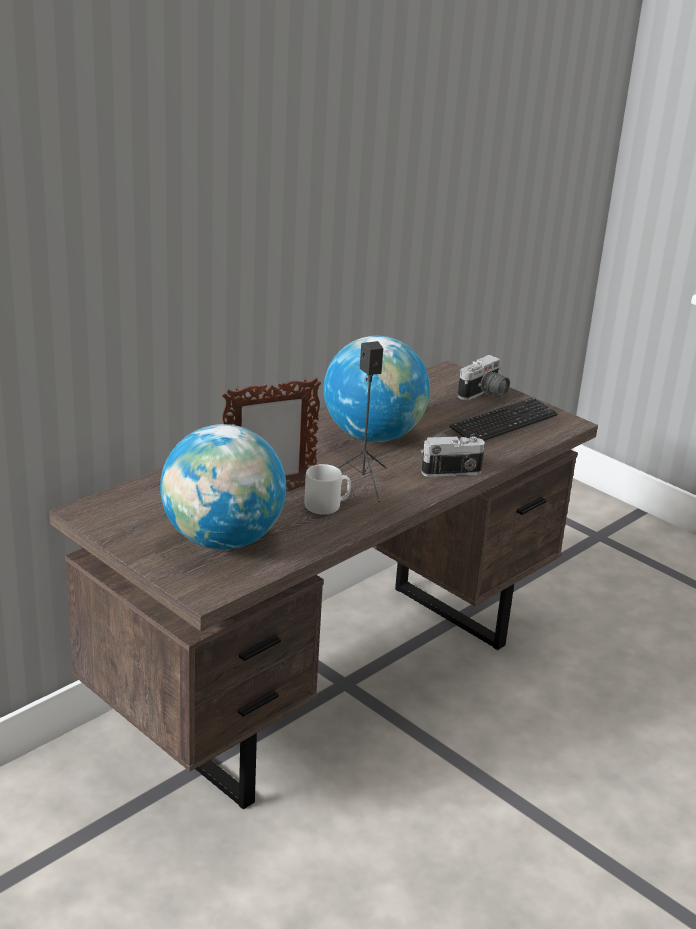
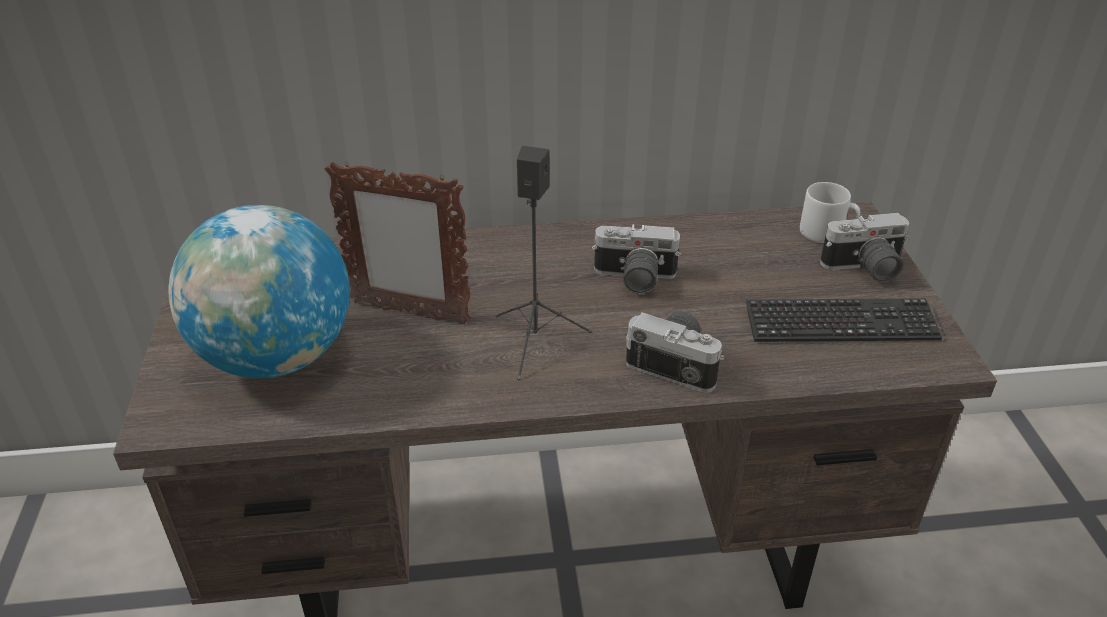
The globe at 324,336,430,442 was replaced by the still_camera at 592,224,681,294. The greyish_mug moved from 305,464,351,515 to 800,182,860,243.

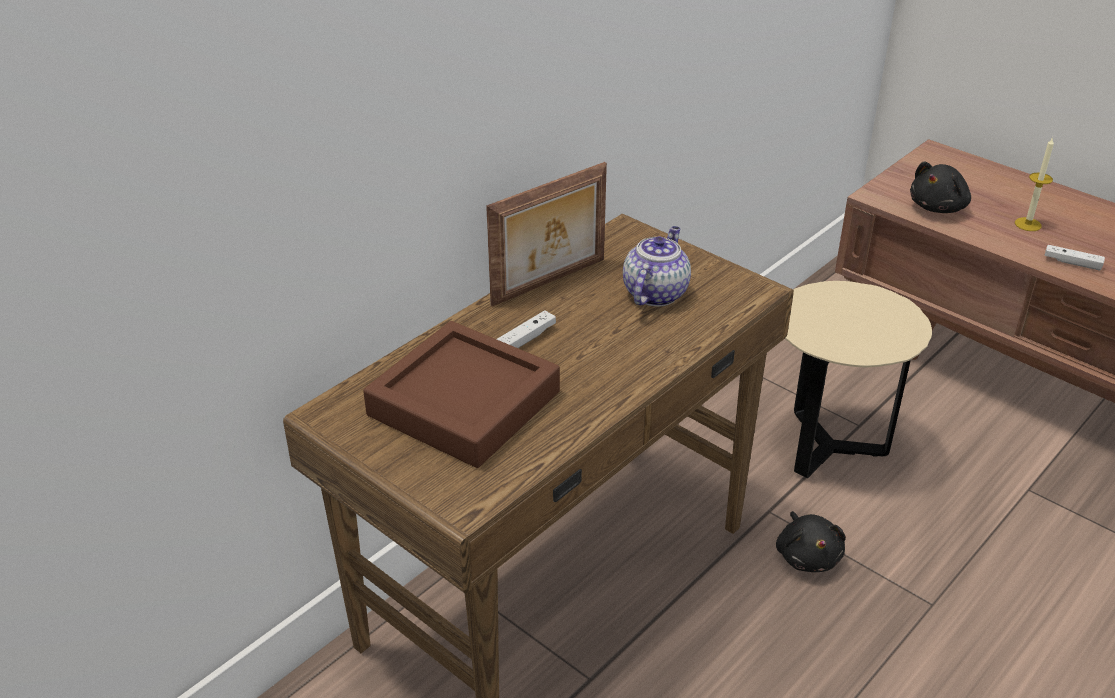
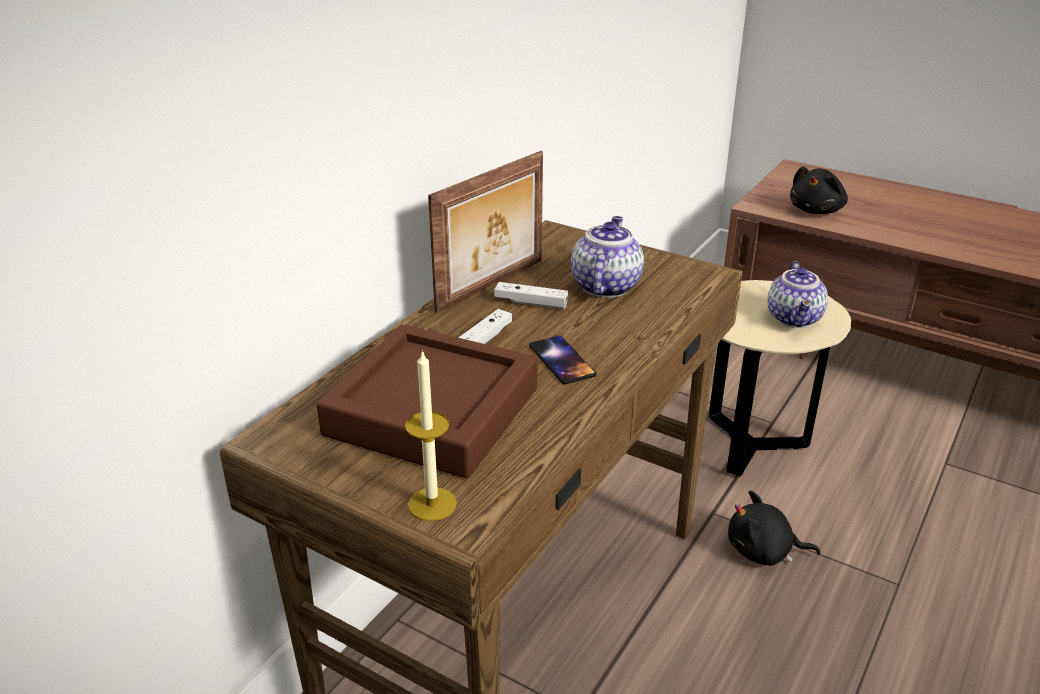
The candle moved from 1015,137,1054,231 to 405,350,457,521. The white_game_controller moved from 1045,245,1105,271 to 494,282,568,309. The telephone at 529,336,596,384 appeared. The black_plush_toy at 776,511,846,572 turned 120 degrees clockwise. The pot_for_tea at 768,261,828,328 appeared.

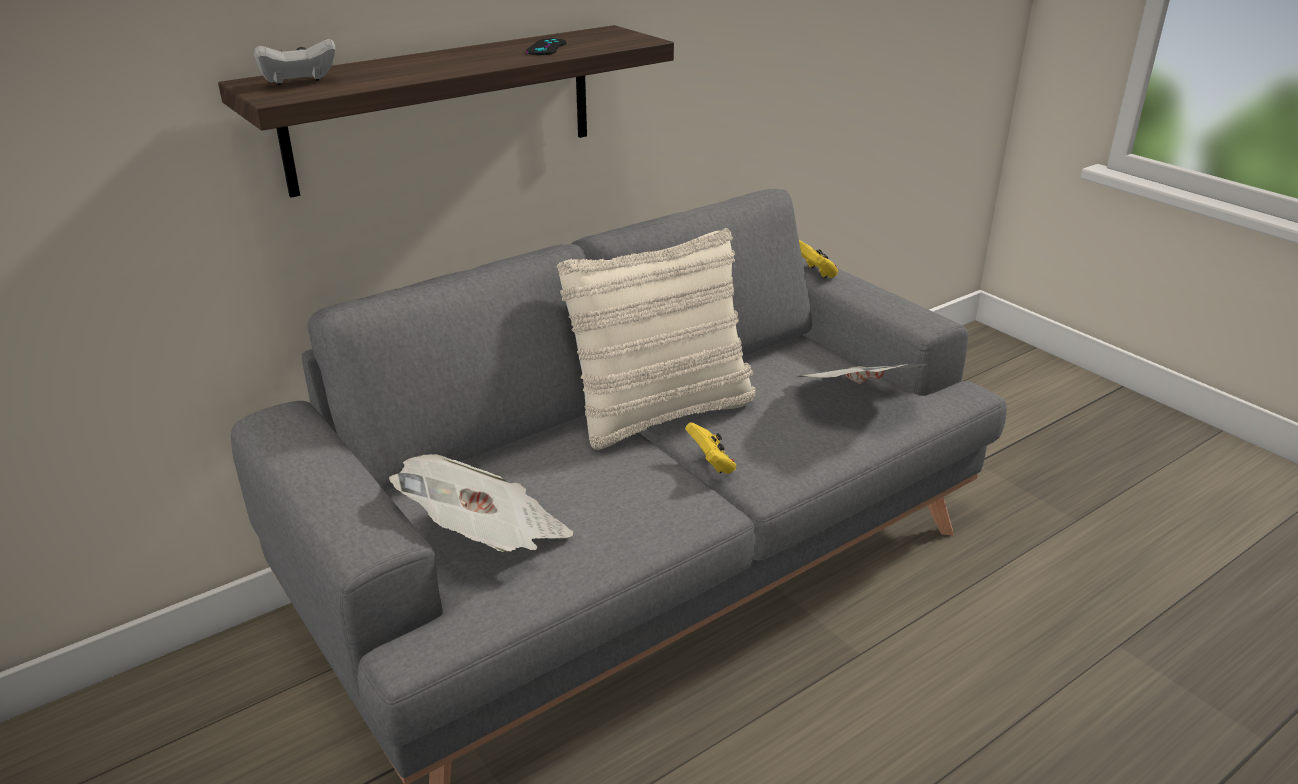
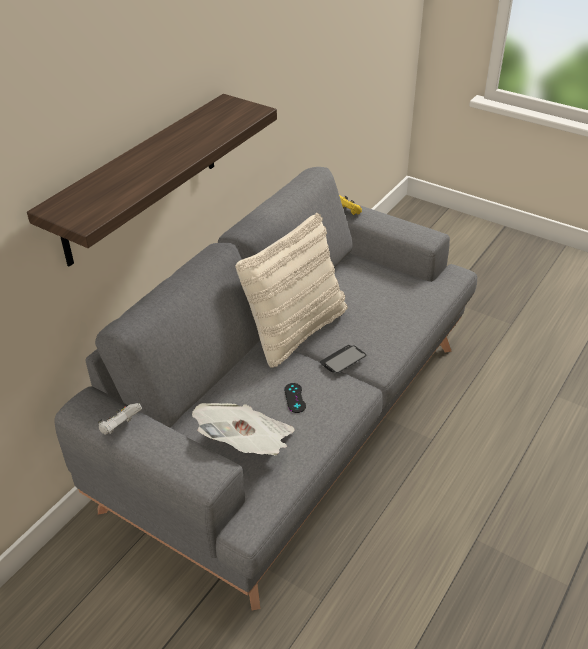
The white_game_controller moved from 254,39,336,85 to 98,403,142,435. The black_game_controller moved from 526,38,566,55 to 284,383,306,413. The yellow_game_controller at 685,422,736,474 was replaced by the telephone at 320,345,367,373. The newspaper at 796,364,926,384 disappeared.

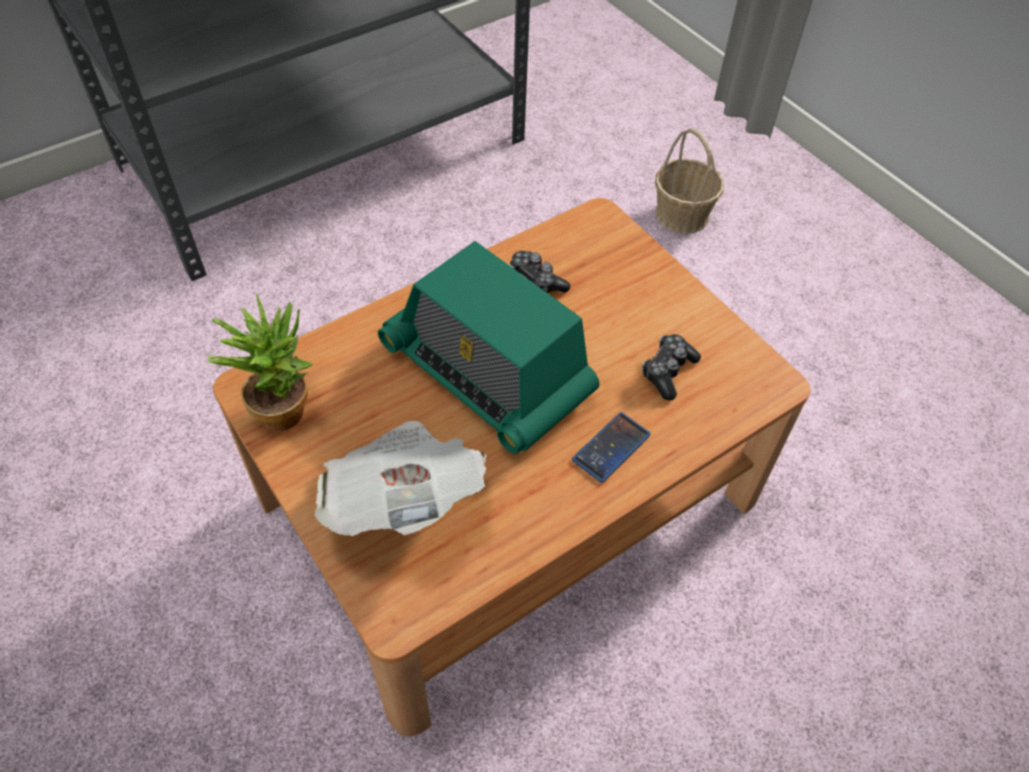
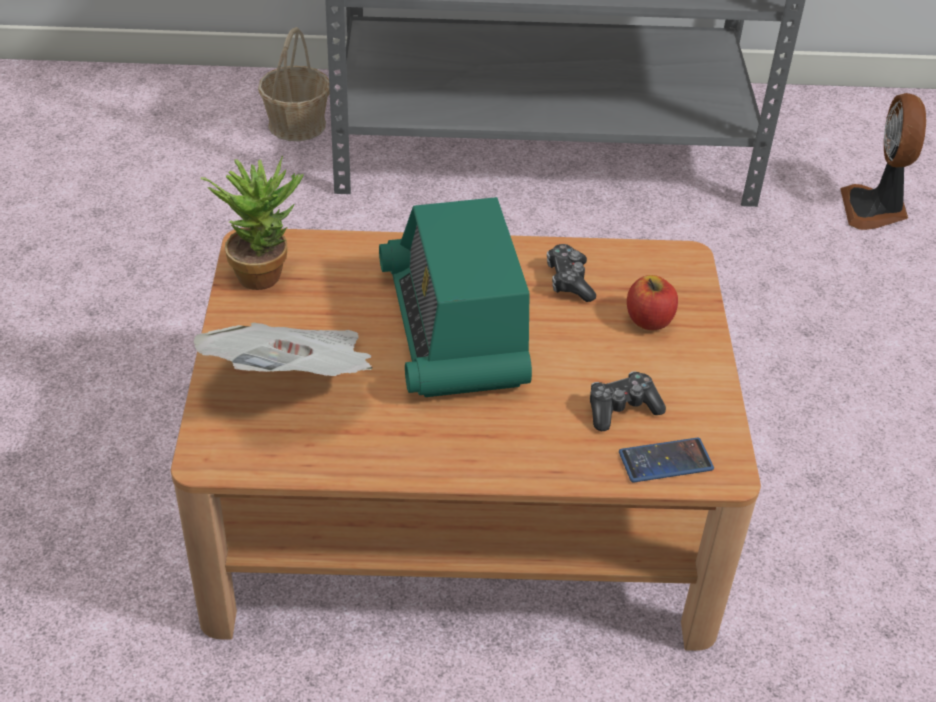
The basket moved from 655,128,724,234 to 258,27,330,141. The telephone moved from 572,412,651,483 to 619,438,714,483. The whole_apple at 627,275,678,330 appeared. The fan at 840,93,926,230 appeared.

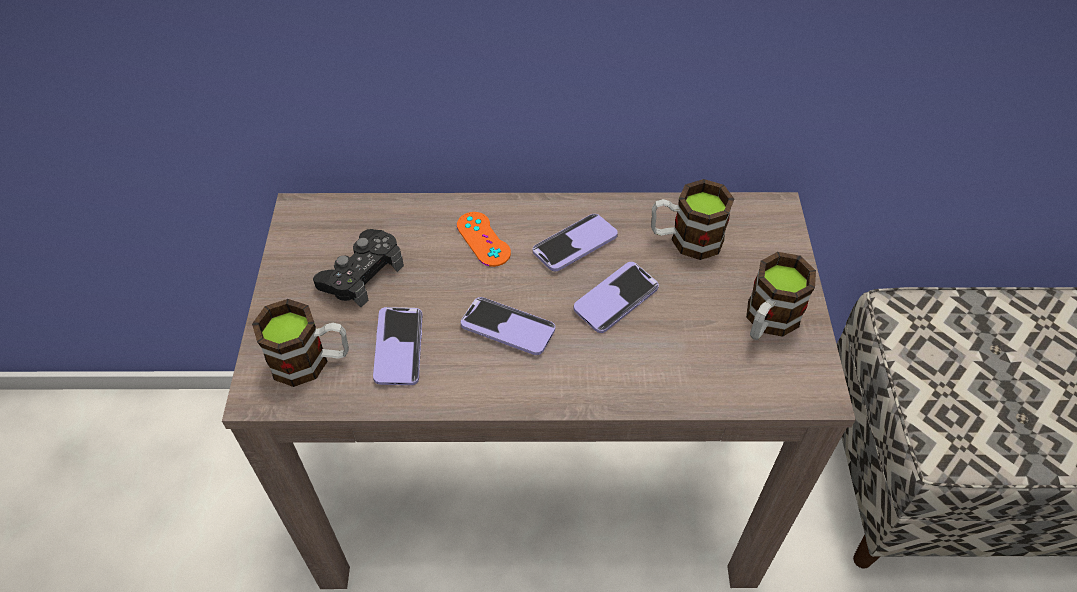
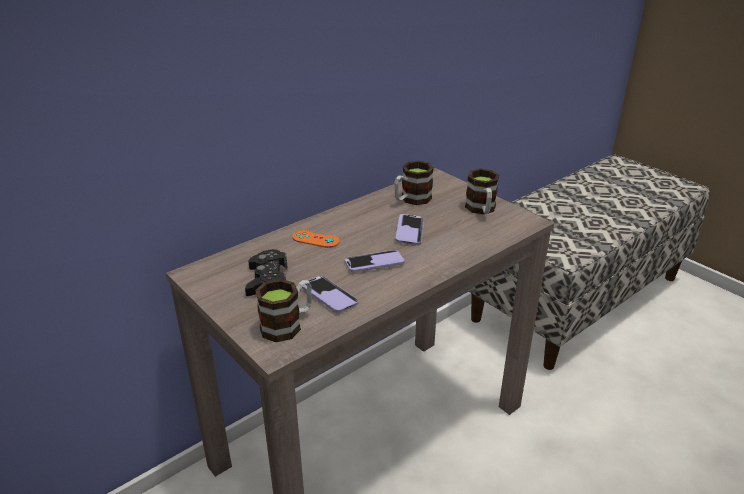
The telephone at 533,214,618,271 disappeared.

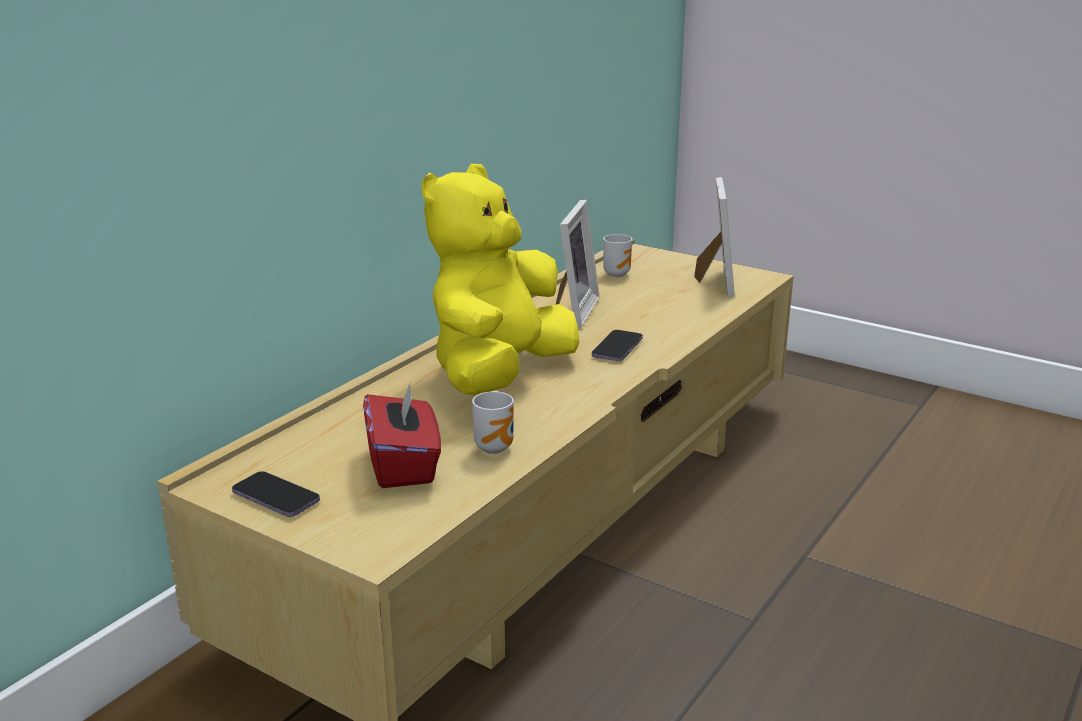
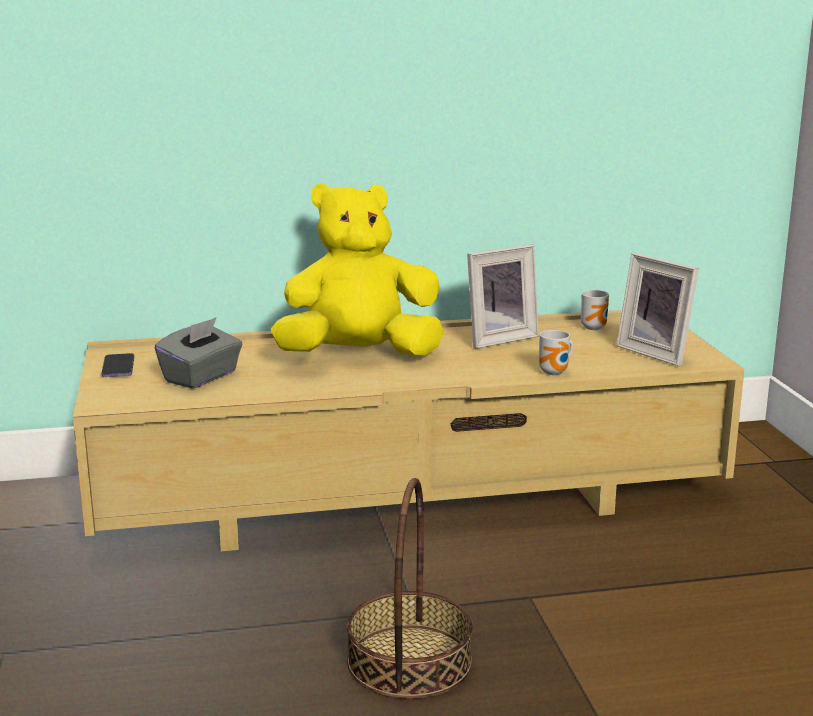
The reddish_tissue_holder at 363,380,441,488 became the greyish_tissue_holder at 155,317,242,389. The basket at 346,478,473,699 appeared. The mug moved from 472,391,514,454 to 539,330,574,375. The photo_frame at 694,177,734,296 turned 90 degrees clockwise. The telephone at 592,330,643,361 disappeared.

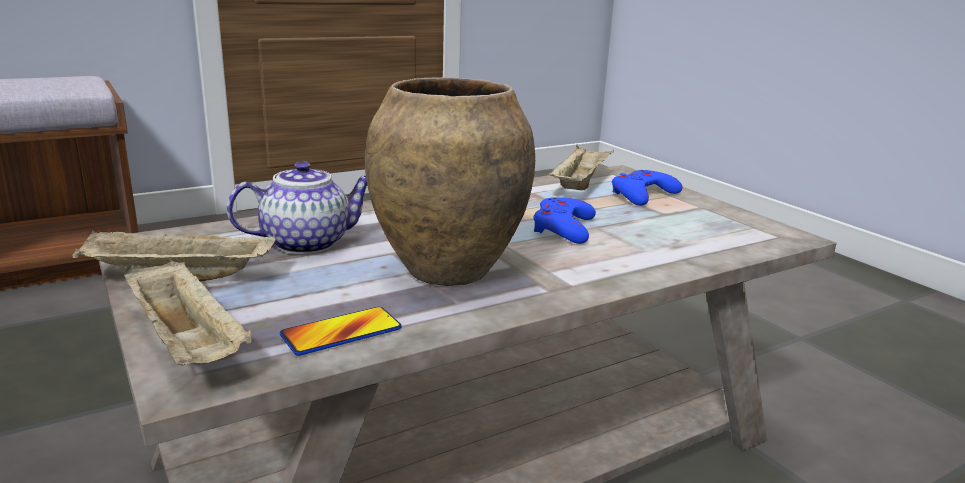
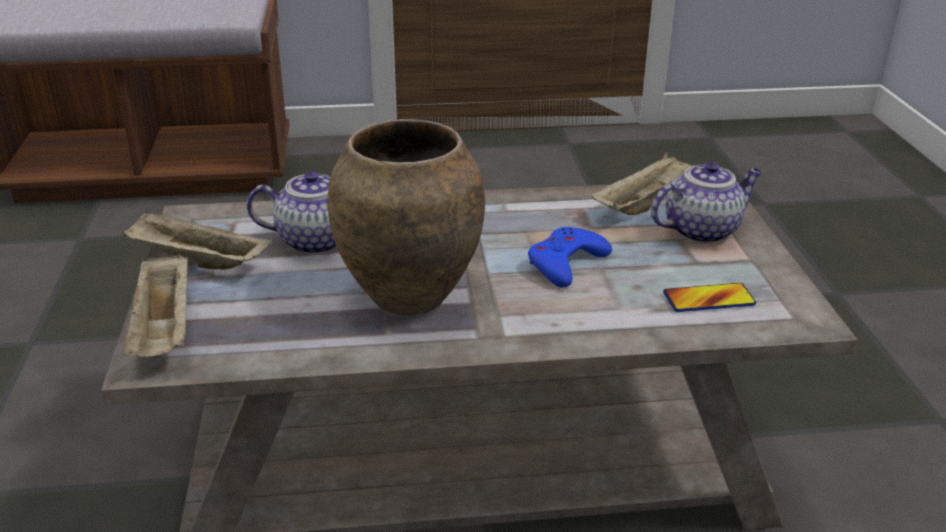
The blue-coloured_game_controller at 612,170,683,206 was replaced by the pot_for_tea at 651,162,762,243. The telephone moved from 280,307,401,356 to 663,283,756,312.

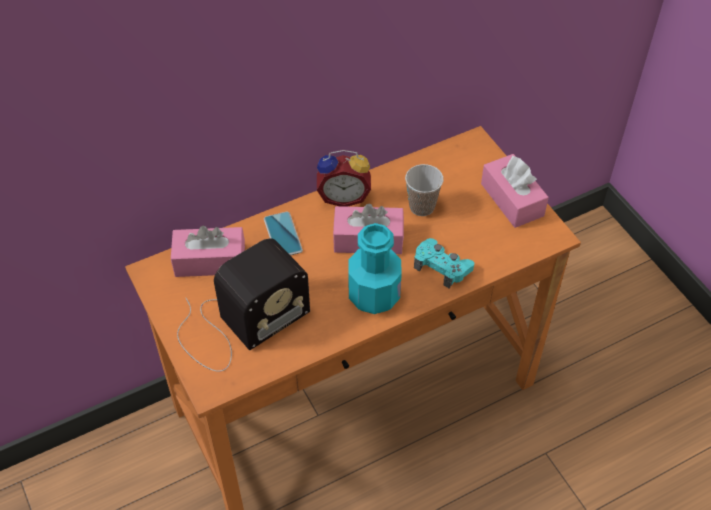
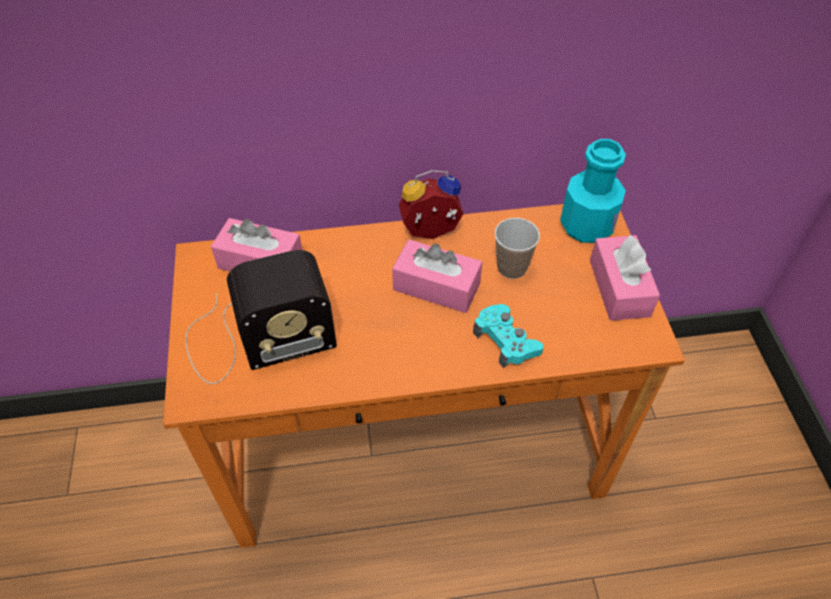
The alarm_clock at 317,150,371,207 turned 150 degrees clockwise. The turquoise_beverage_bottle moved from 348,223,402,314 to 560,139,626,243. The telephone at 264,212,303,255 disappeared.

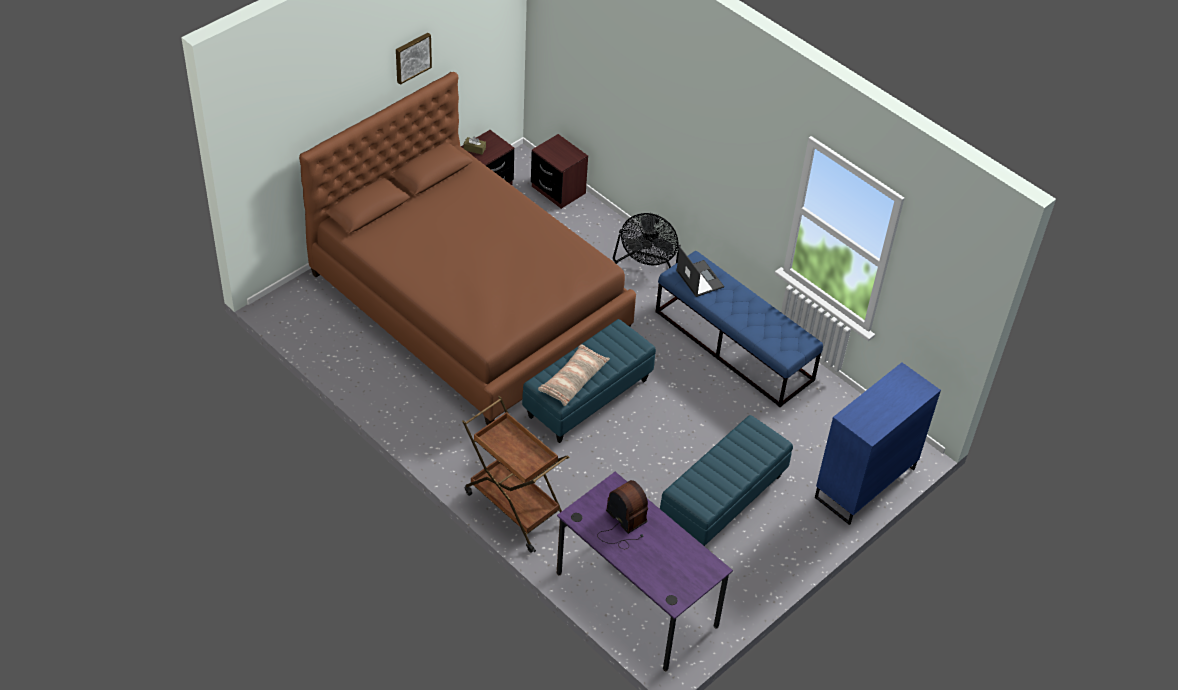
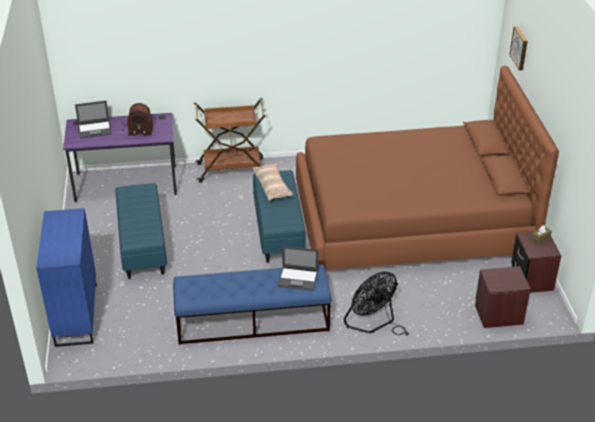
The notebook_computer at 75,101,112,139 appeared. The picture moved from 396,33,432,85 to 509,26,528,71.

